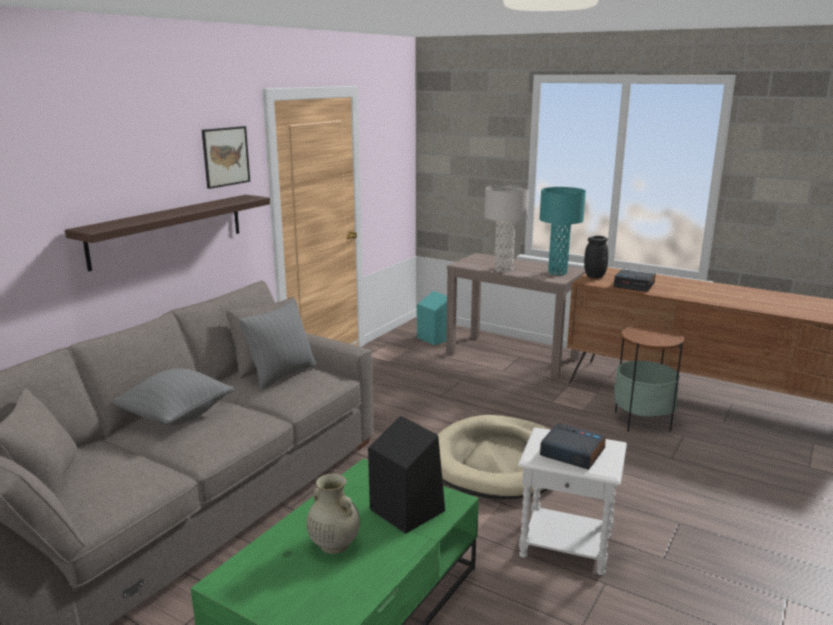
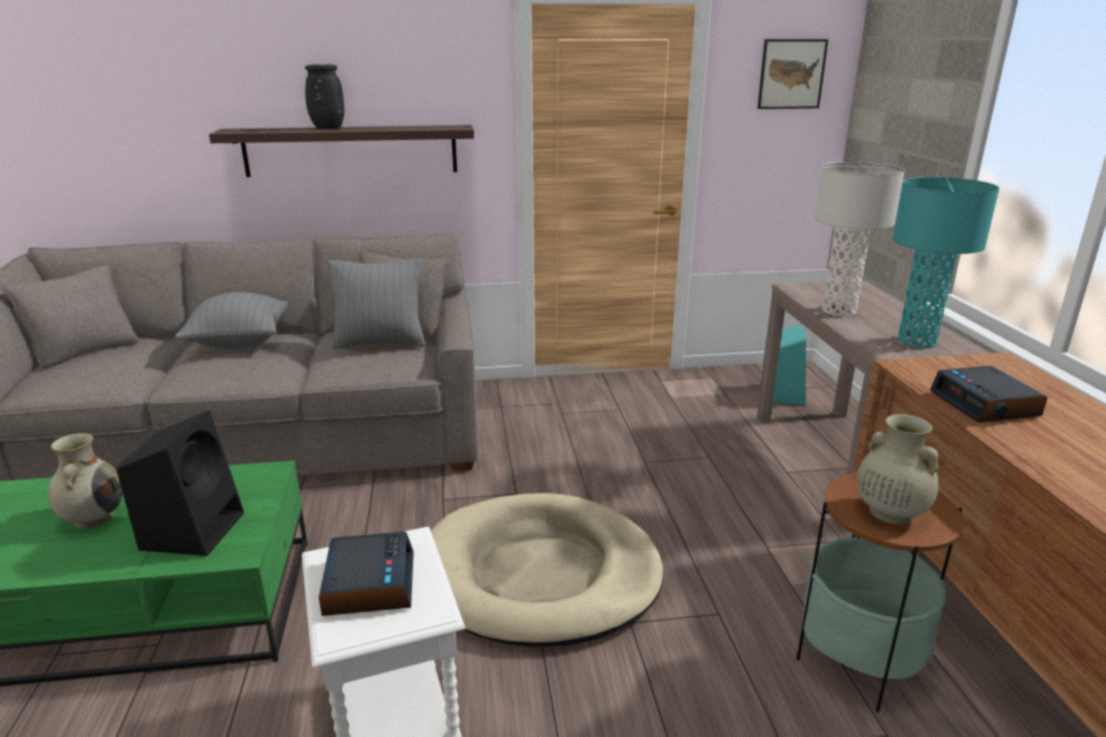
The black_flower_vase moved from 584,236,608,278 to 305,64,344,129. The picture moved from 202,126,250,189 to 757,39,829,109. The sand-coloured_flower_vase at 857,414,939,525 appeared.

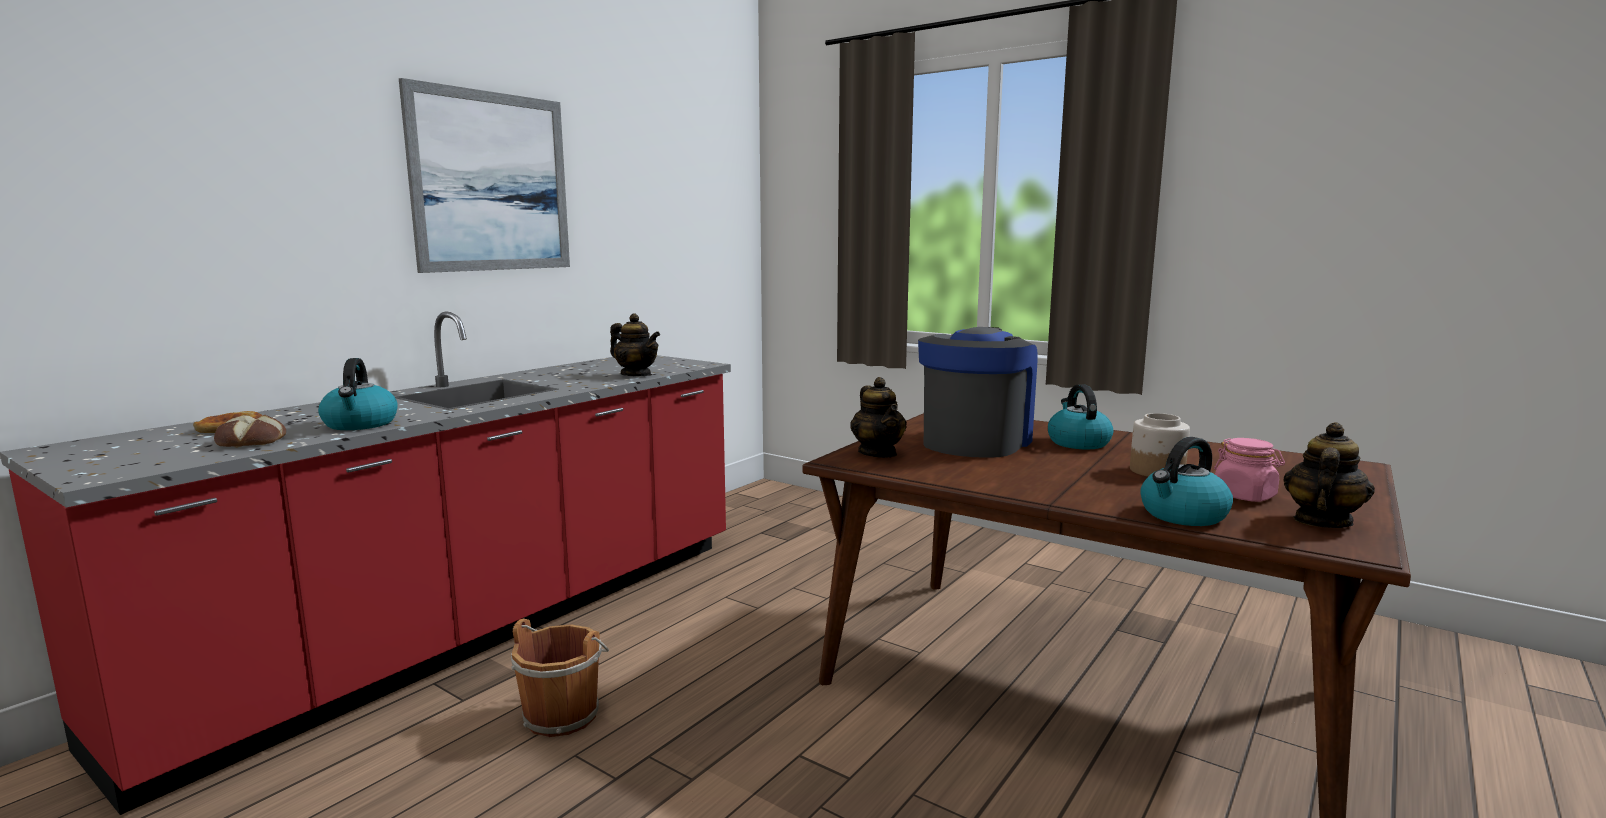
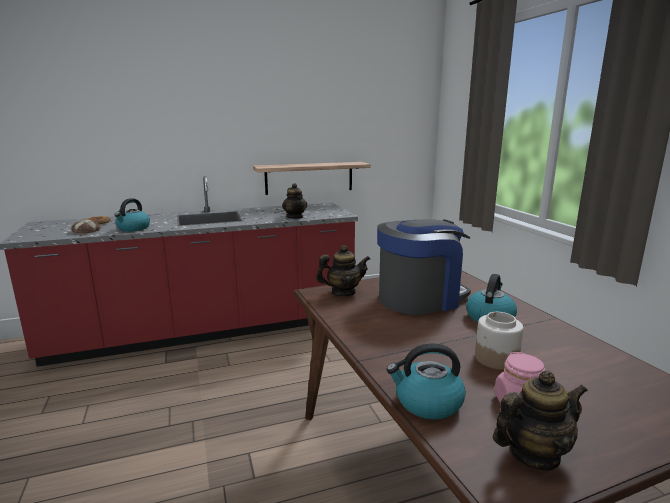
The wall_shelf at 253,162,371,195 appeared. The pot_for_tea at 850,377,907,458 turned 120 degrees counterclockwise. The picture at 399,78,570,273 disappeared. The brown-coloured_pail at 511,619,609,737 disappeared.

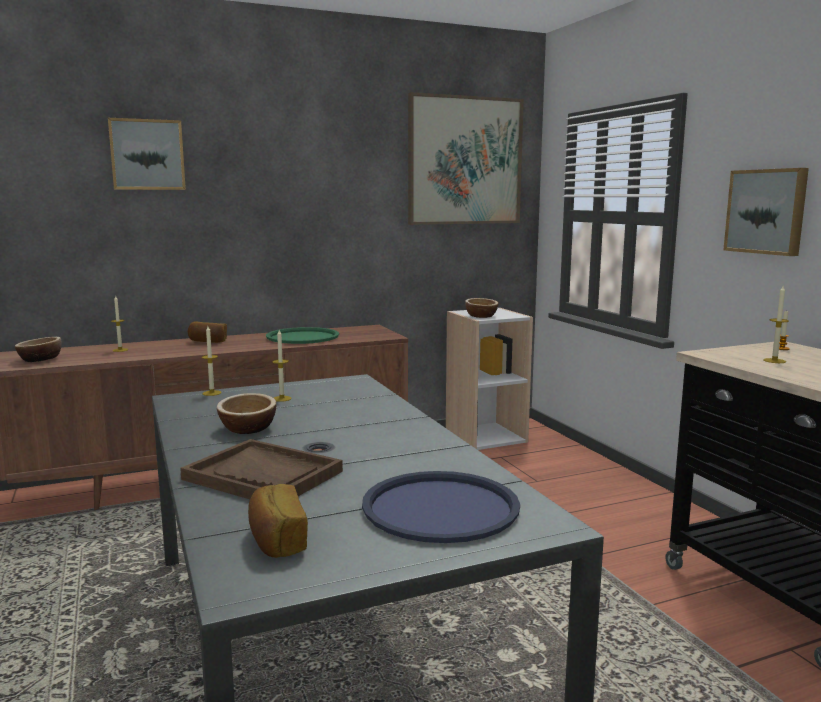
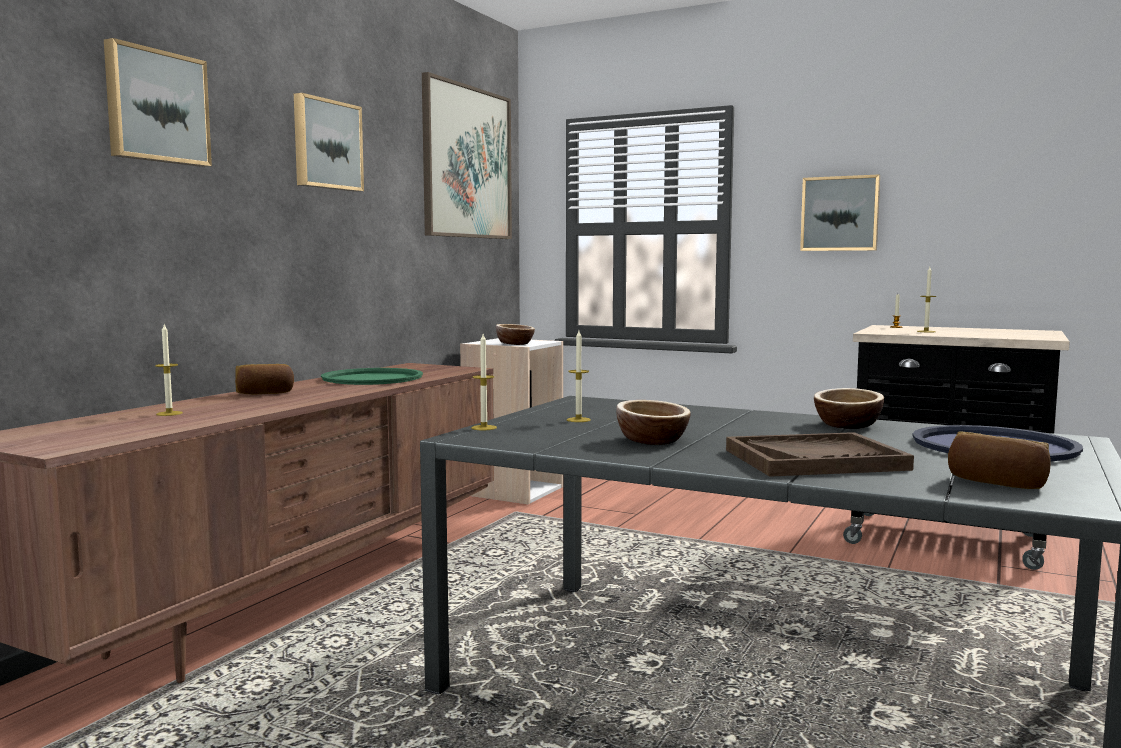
The picture at 294,93,364,192 appeared. The deep_dish moved from 15,337,62,362 to 814,388,884,429.

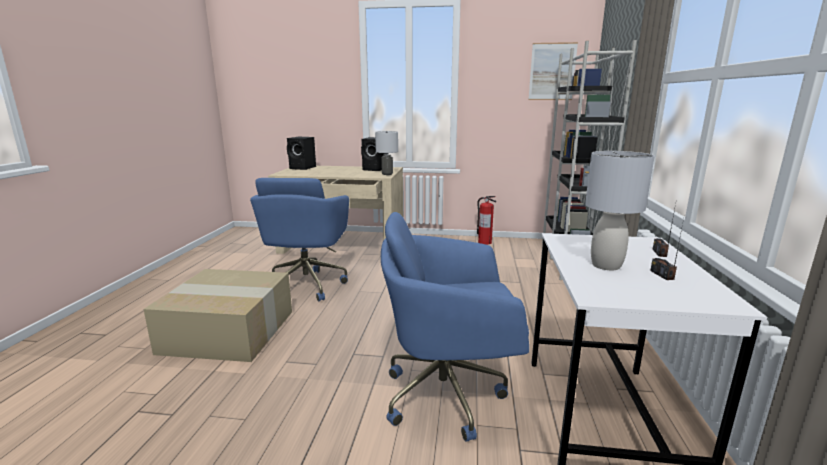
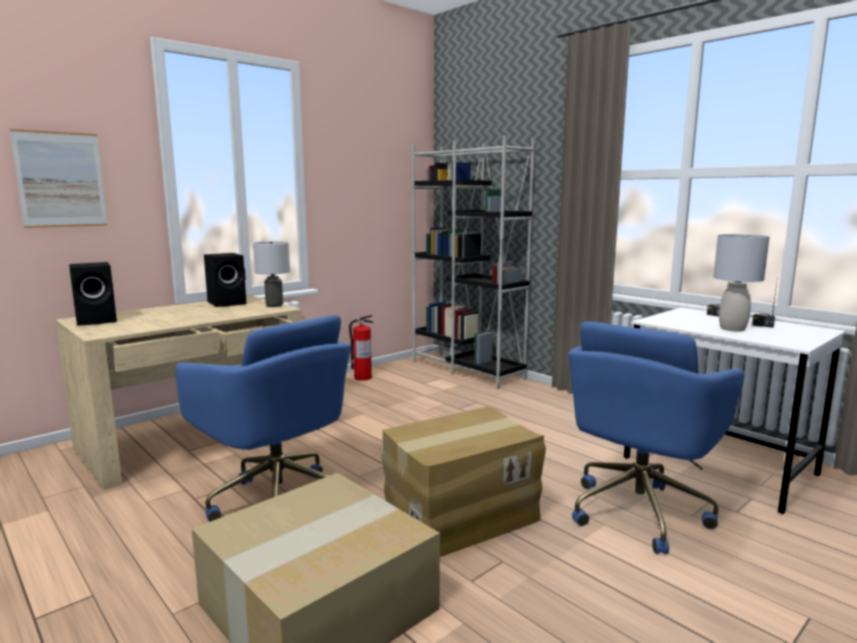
The picture moved from 528,42,578,100 to 10,129,108,228. The packing_box at 382,407,546,557 appeared.

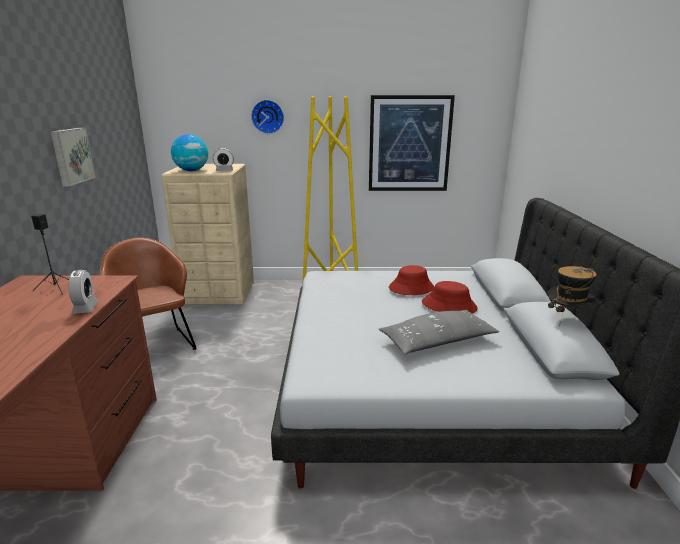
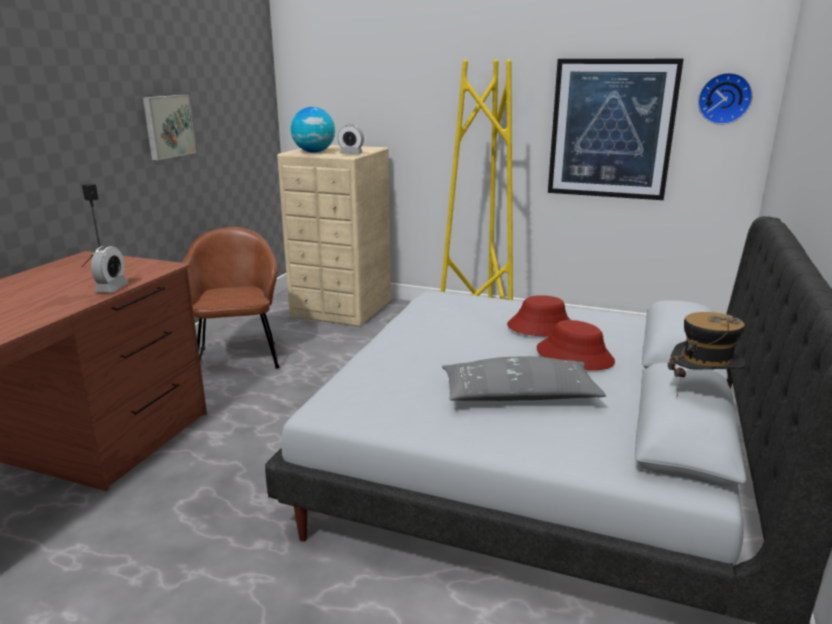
The clock_on_the_wall moved from 251,100,284,134 to 698,72,753,125.

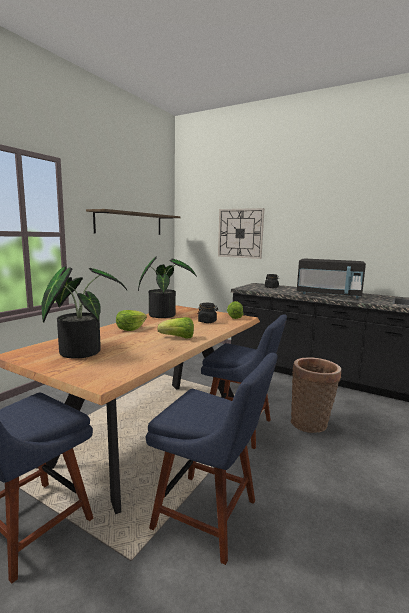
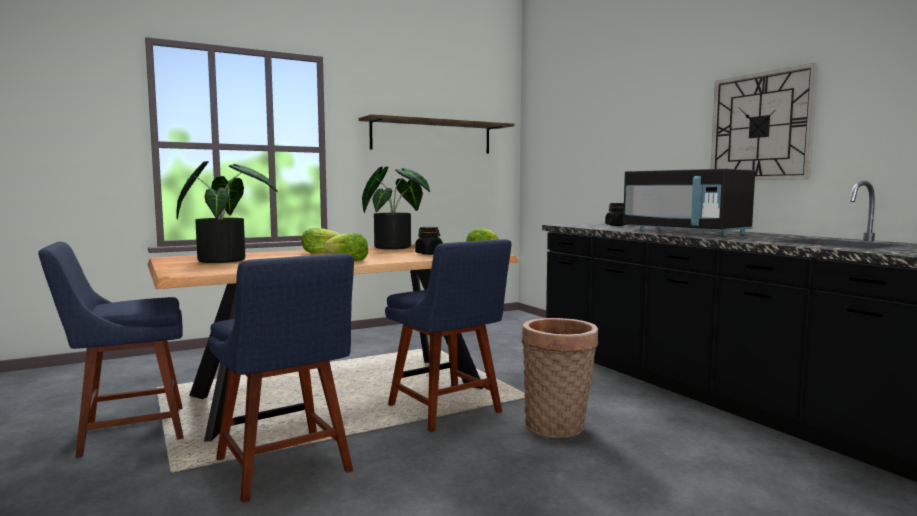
The clock_on_the_wall moved from 218,208,264,259 to 710,63,818,180.

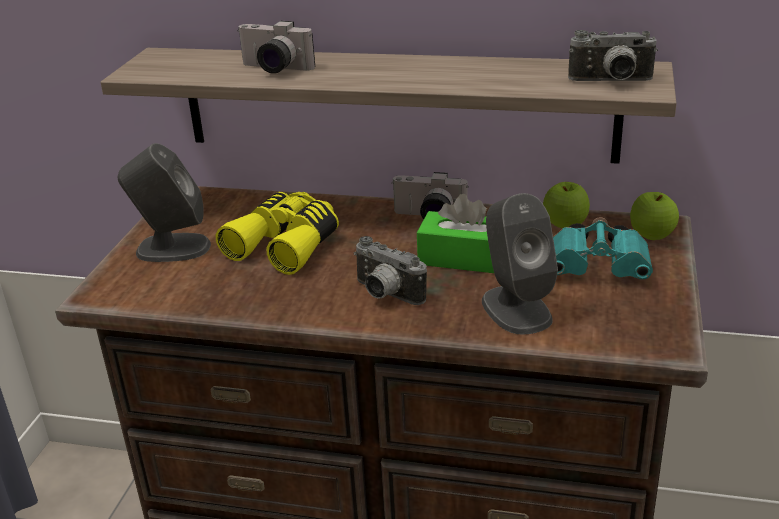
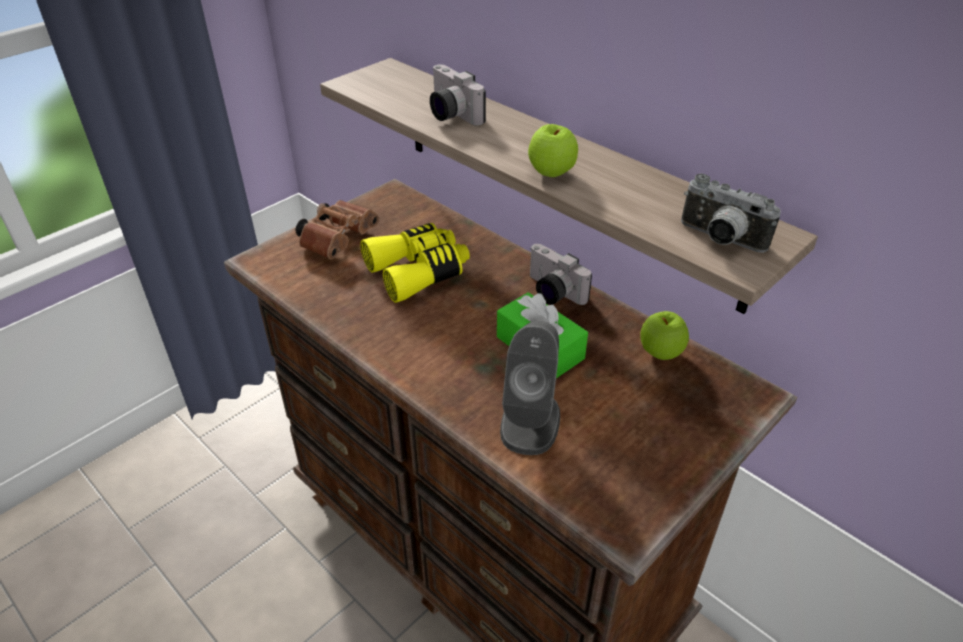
The greyish_loudspeaker at 118,143,211,262 was replaced by the brown-coloured_pair_of_binoculars at 295,200,379,260. The whole_apple moved from 630,192,679,240 to 528,124,578,177. The still_camera at 354,236,427,305 disappeared. The turquoise_pair_of_binoculars at 553,217,653,279 disappeared.

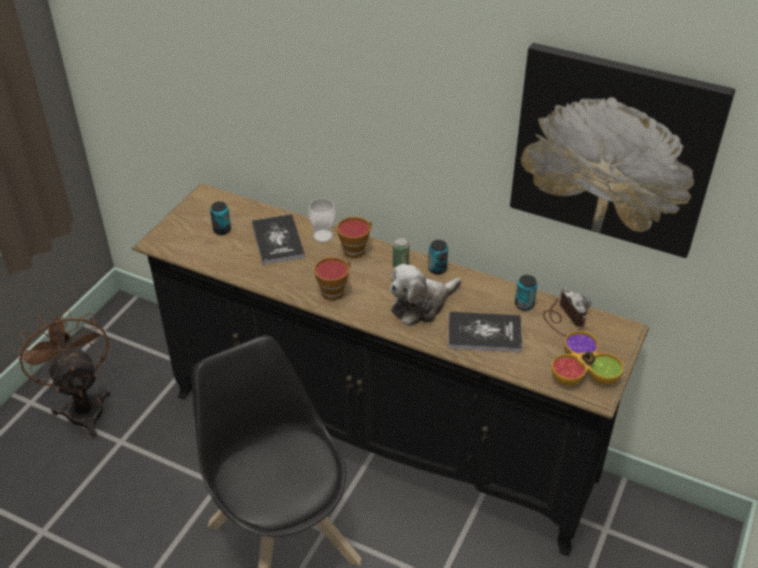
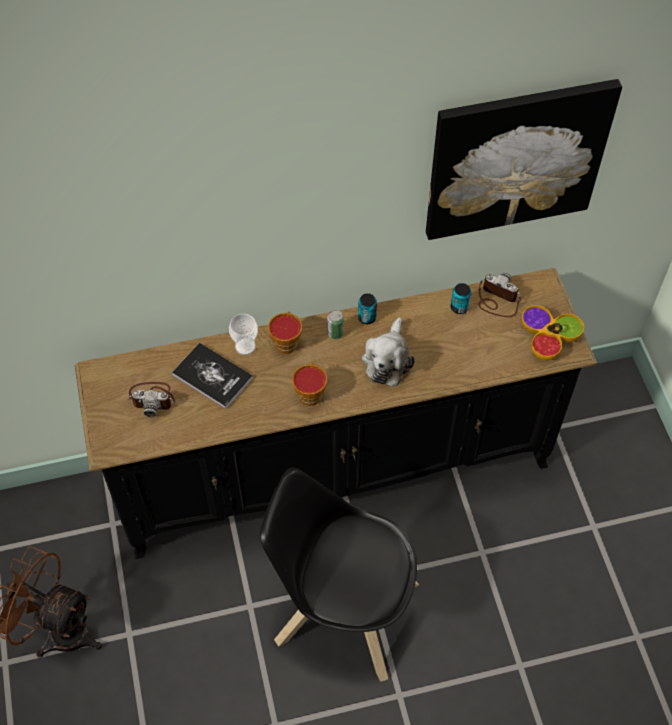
The metal_can at 210,201,231,235 was replaced by the still_camera at 128,382,175,417. The bound_book at 448,312,522,352 disappeared.

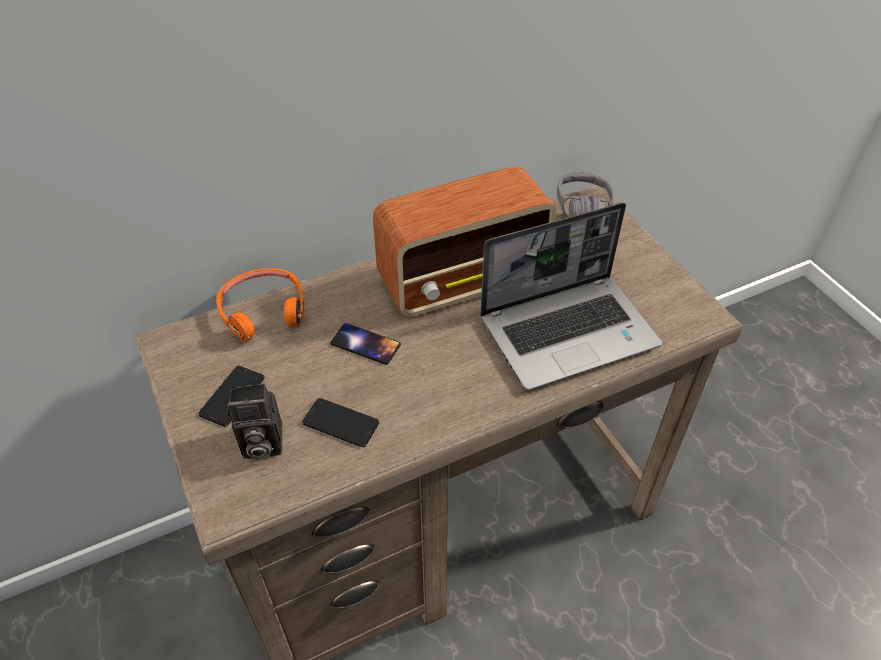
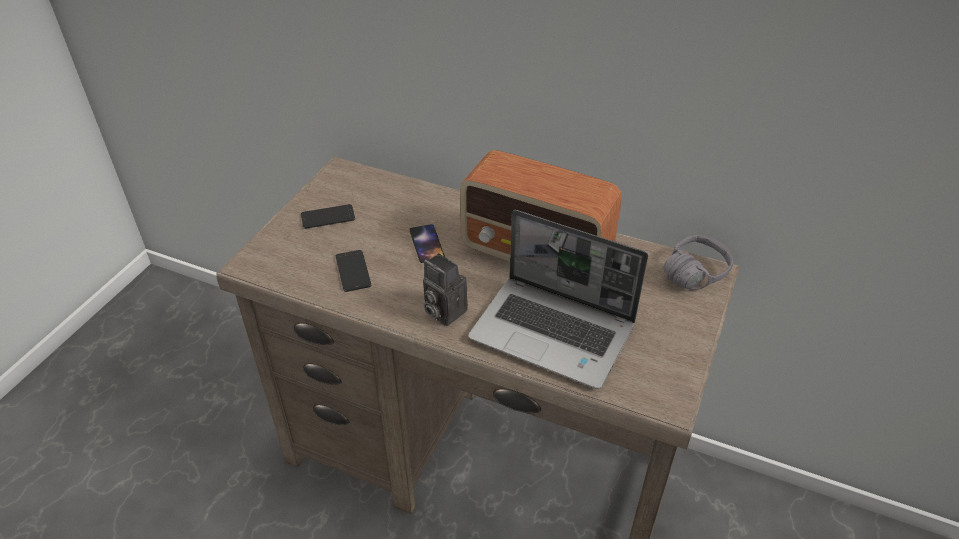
The still_camera moved from 227,384,282,459 to 423,253,468,326. The orange-coloured_headphones at 216,268,304,342 disappeared.

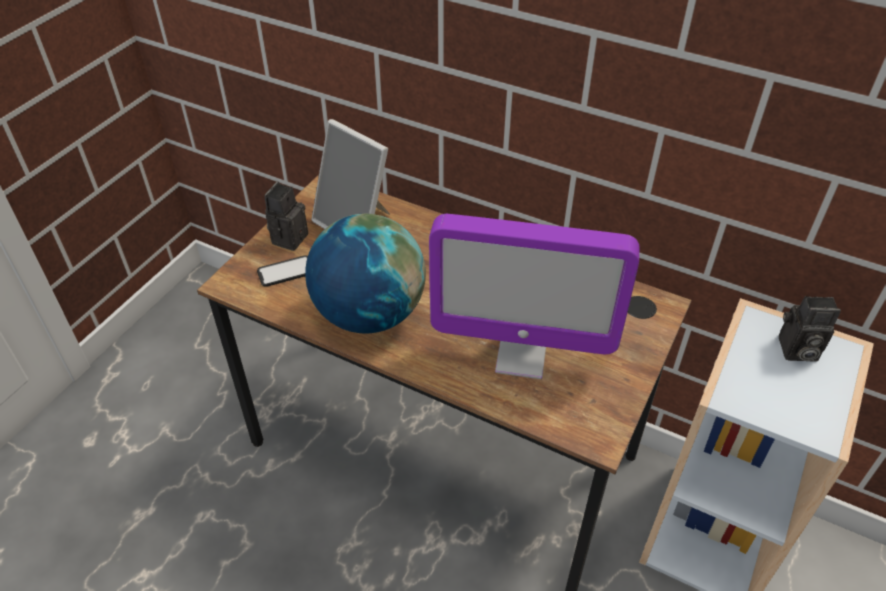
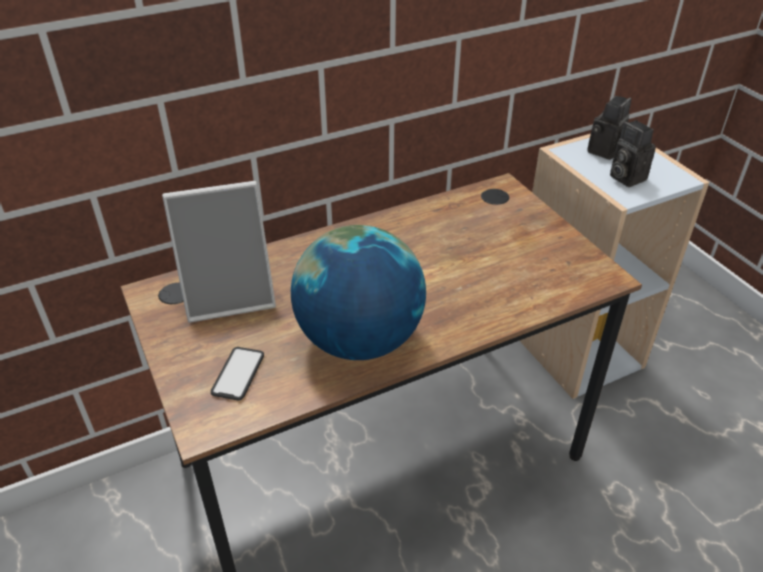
The still_camera moved from 265,181,308,251 to 610,120,656,187. The computer_display at 429,214,639,379 disappeared.

